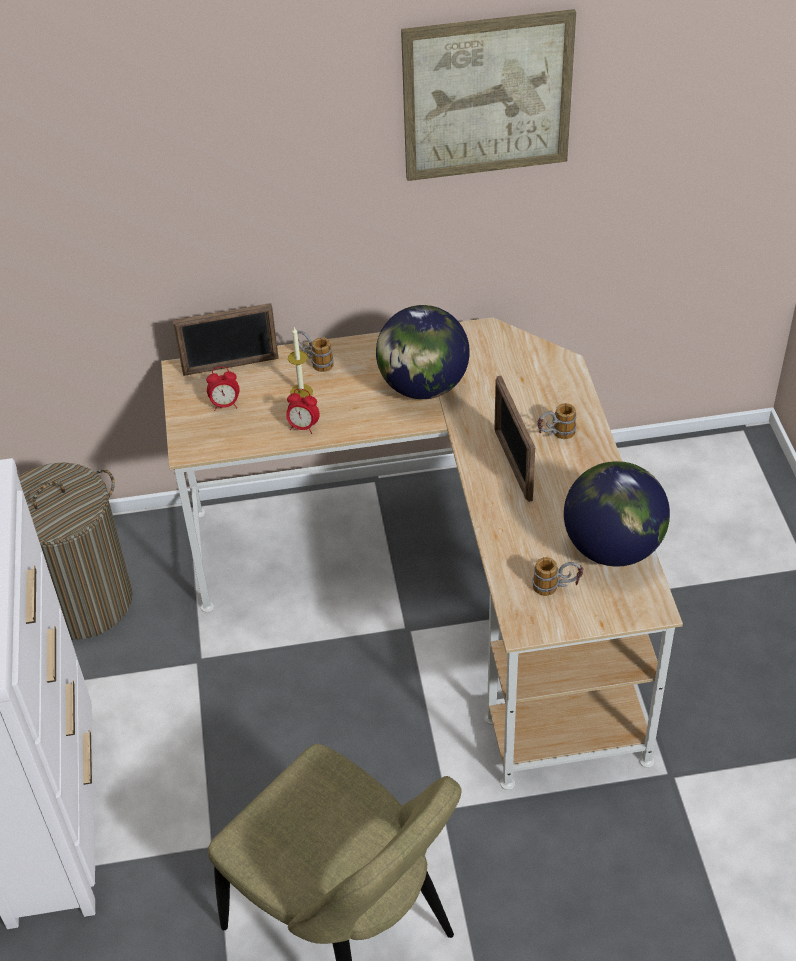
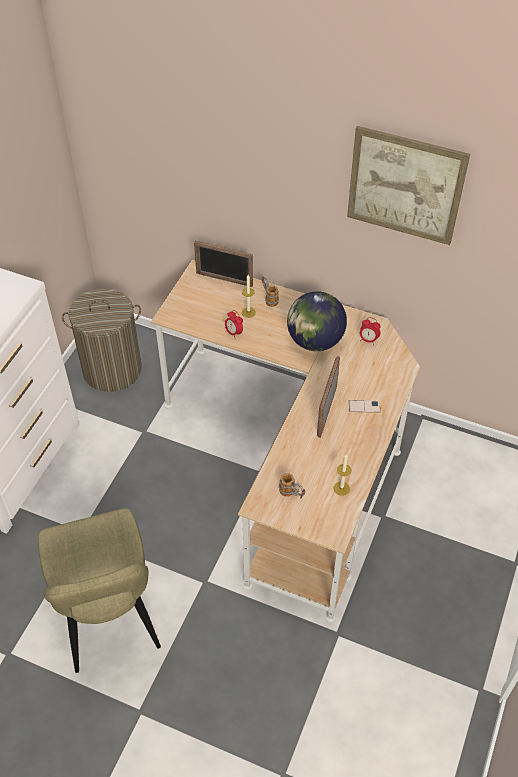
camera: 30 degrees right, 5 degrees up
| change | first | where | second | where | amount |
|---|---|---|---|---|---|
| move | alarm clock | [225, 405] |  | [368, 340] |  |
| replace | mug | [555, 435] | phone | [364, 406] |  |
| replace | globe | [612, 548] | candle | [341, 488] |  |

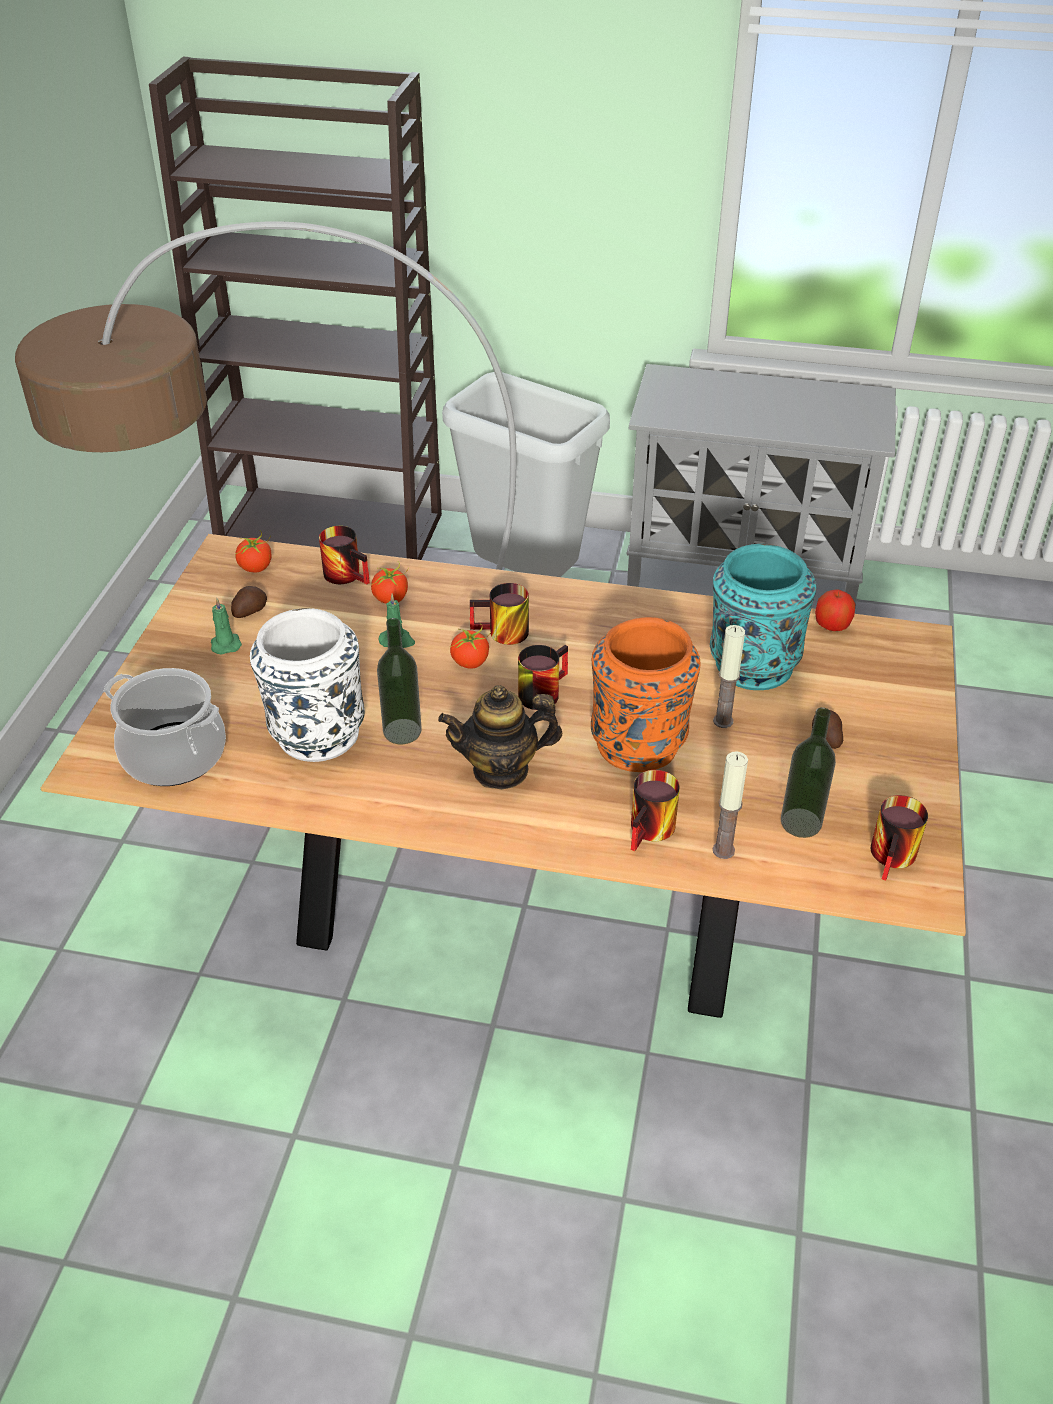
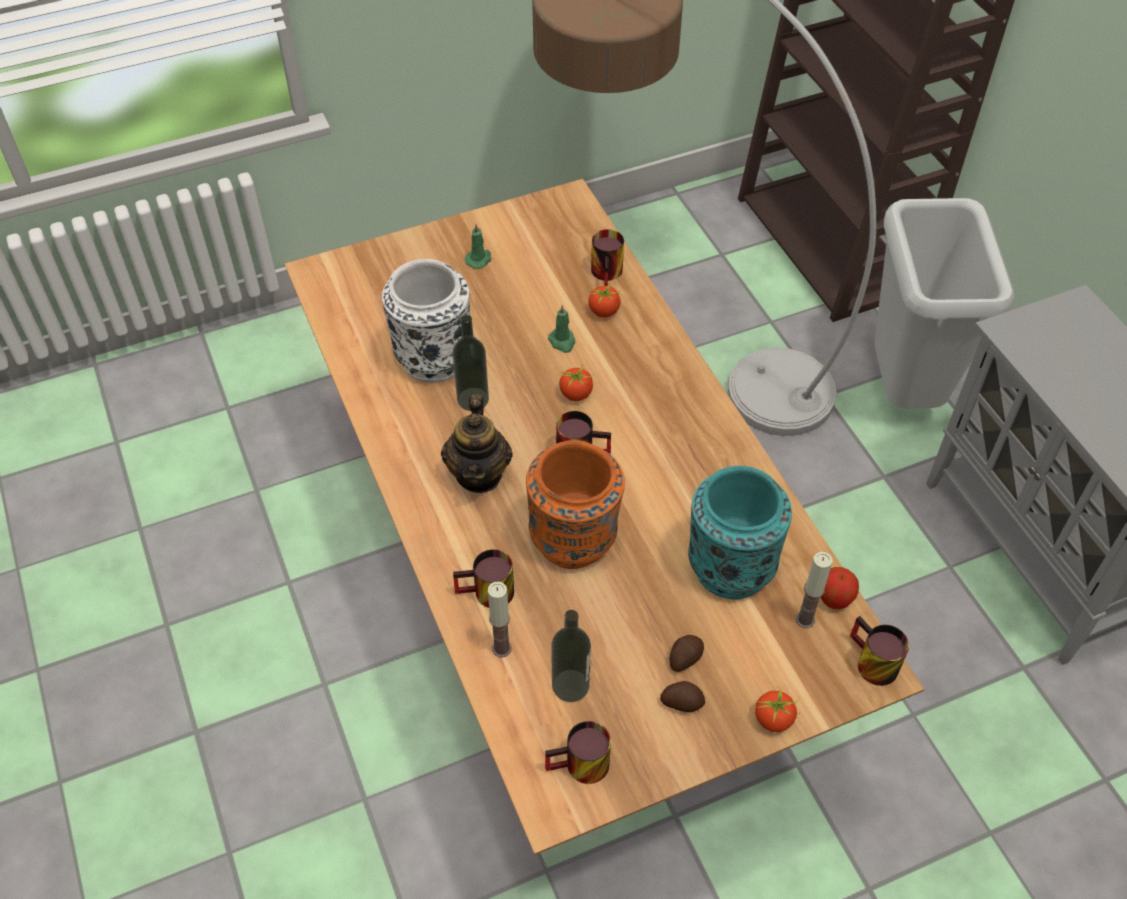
camera: 55 degrees right, 10 degrees up
| change | first | where | second | where | amount |
|---|---|---|---|---|---|
| delete | cooking pot | [174, 754] |  |  |  |
| move | potato | [249, 610] |  | [682, 702] |  |
| move | tomato | [256, 567] |  | [774, 719] |  |
| rotate | teapot | [501, 770] |  | [479, 474] | 135 degrees counterclockwise |
| move | mug | [501, 634] |  | [869, 663] |  |
| move | candle | [723, 721] |  | [805, 620] |  |

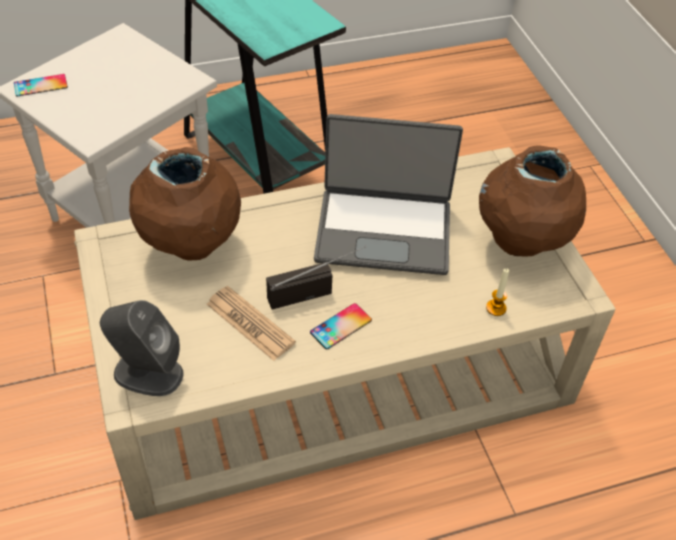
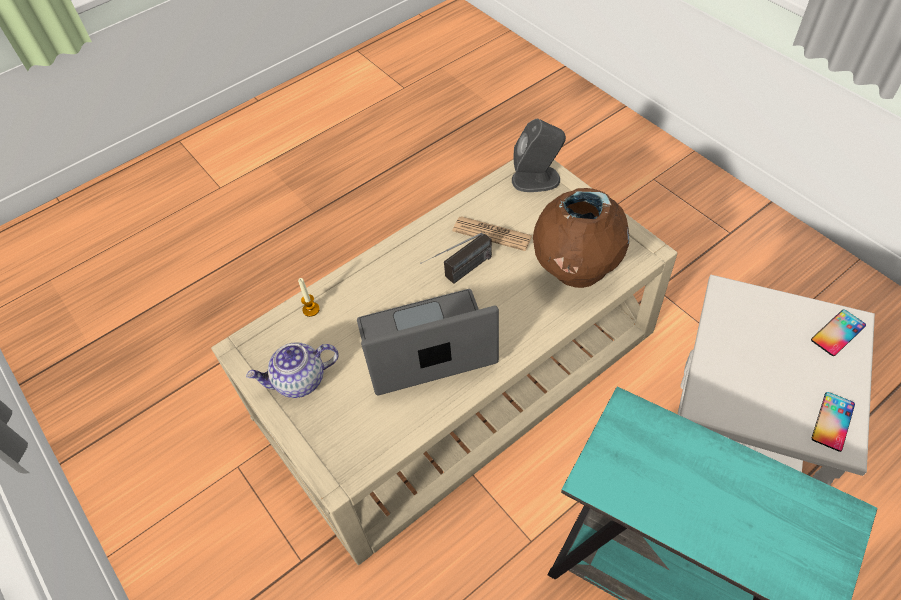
camera: 165 degrees right, 5 degrees up
| change | first | where | second | where | amount |
|---|---|---|---|---|---|
| move | phone | [341, 326] |  | [833, 421] |  |
| replace | brown vase | [520, 243] | teapot | [299, 381] |  |

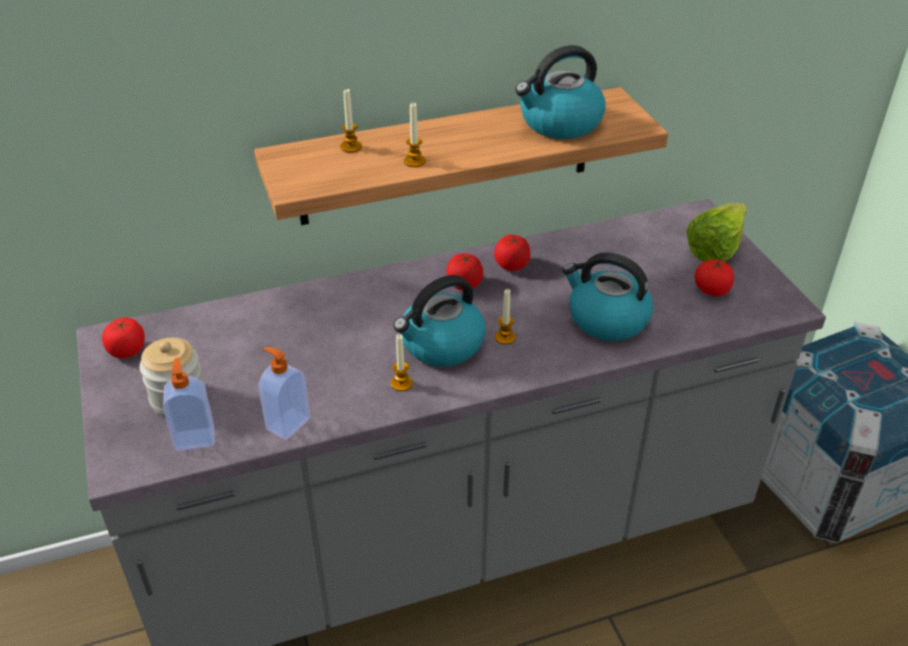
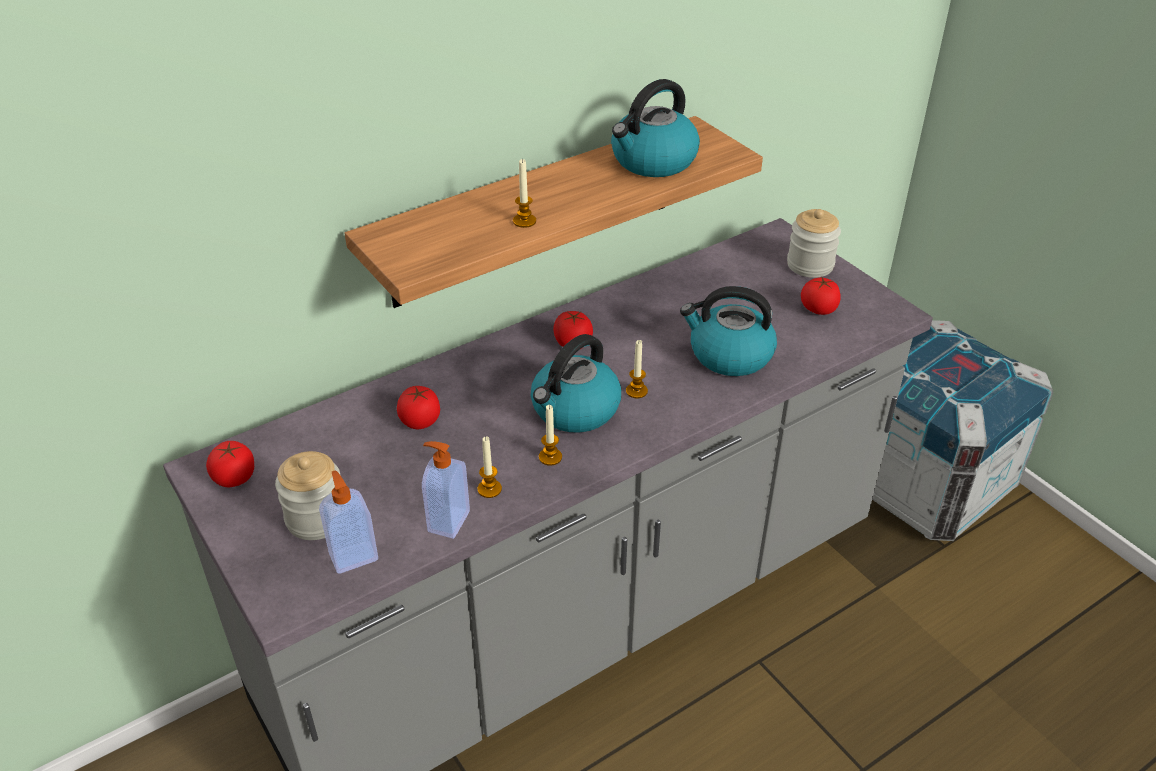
camera: 15 degrees left, 0 degrees up
| change | first | where | second | where | amount |
|---|---|---|---|---|---|
| move | candle | [351, 147] |  | [489, 489] |  |
| move | tomato | [512, 265] |  | [420, 421] |  |
| replace | lettuce | [720, 247] | jar | [810, 265] |  |

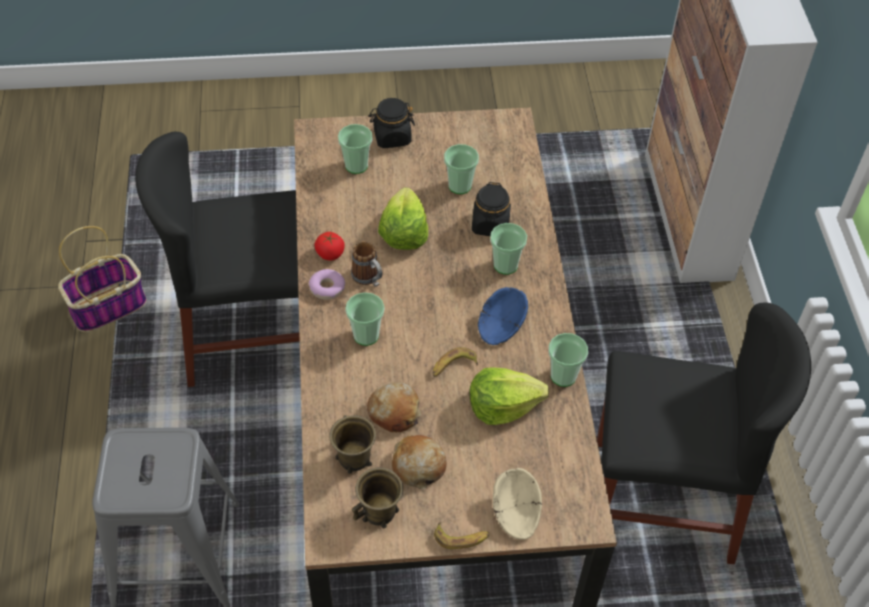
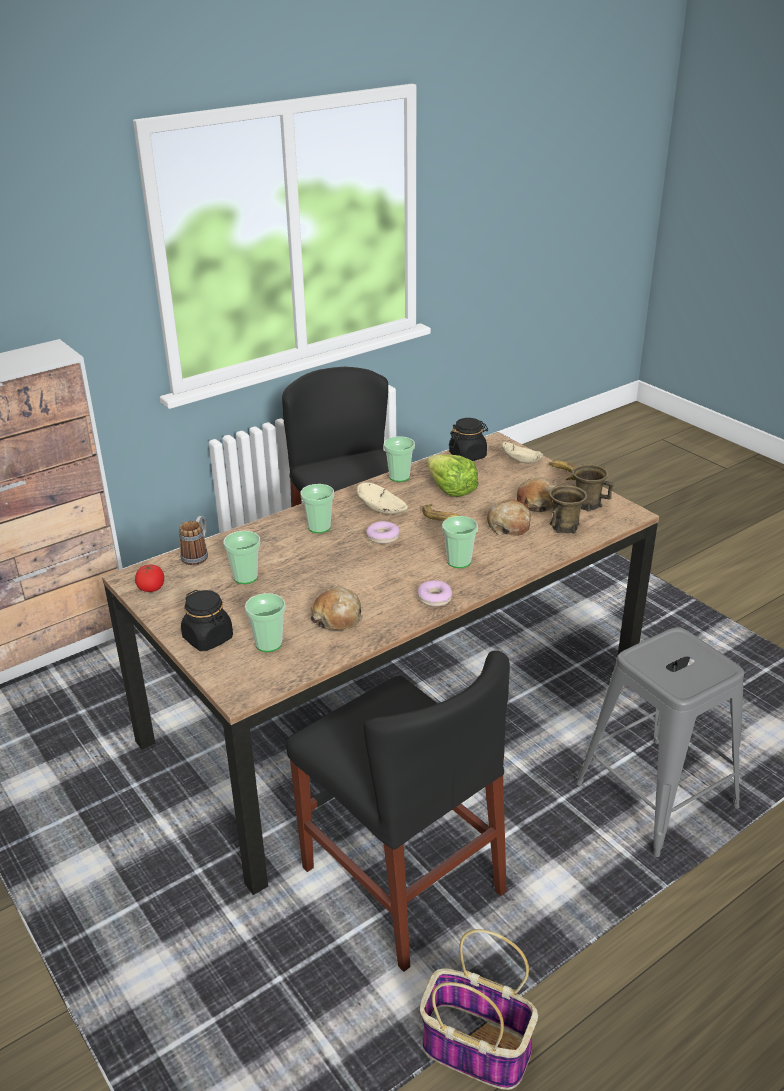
camera: 120 degrees left, 20 degrees down
| change | first | where | second | where | amount |
|---|---|---|---|---|---|
| move | tomato | [330, 254] |  | [151, 588] |  |
| move | mug | [369, 279] |  | [198, 555] |  |
| delete | lettuce | [403, 233] |  |  |  |
| move | black jar | [490, 224] |  | [468, 455] |  |
| recolor | blue bowl | [499, 326] | beige bowl | [383, 511] |  |
| insert |  |  | bread | [337, 618] |  |
| insert |  |  | donut | [383, 537] |  |

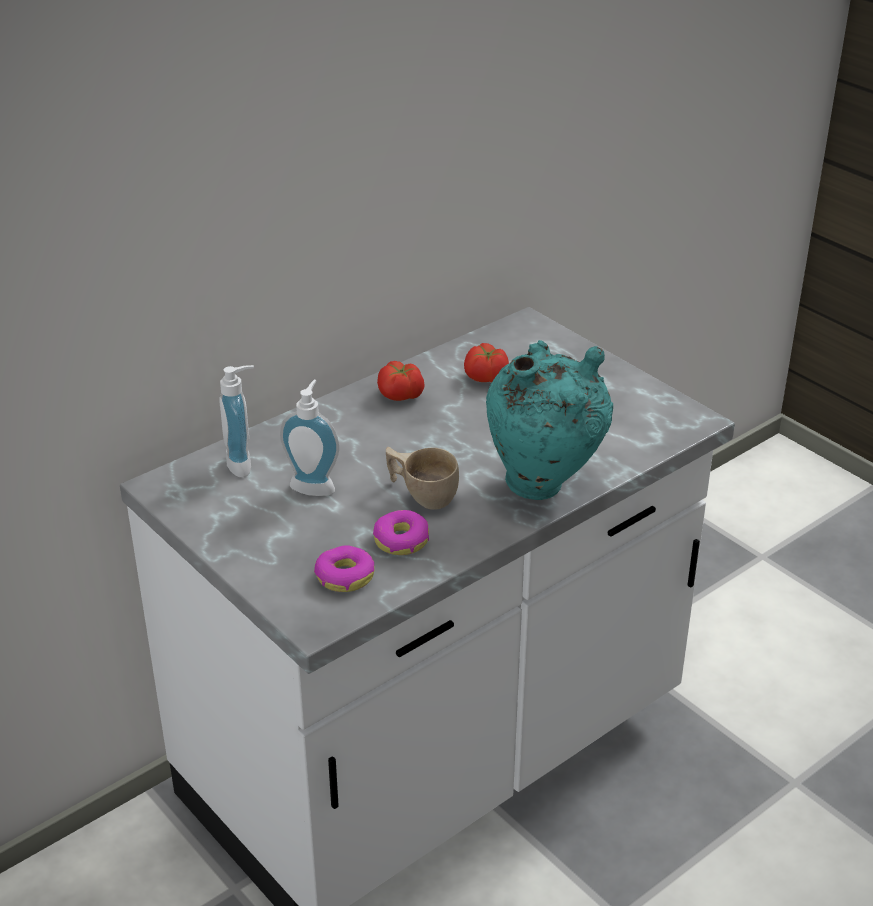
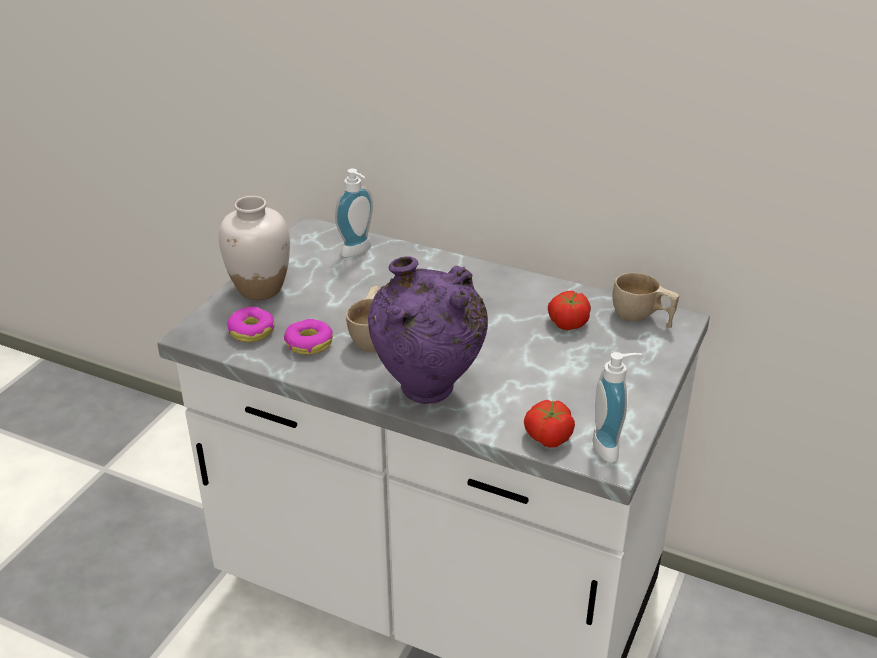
camera: 65 degrees right, 0 degrees up
| change | first | where | second | where | amount |
|---|---|---|---|---|---|
| move | soap dispenser | [314, 485] |  | [611, 446] |  |
| move | tomato | [400, 395] |  | [548, 436] |  |
| recolor | turquoise vase | [544, 487] | purple vase | [428, 394] |  |
| insert |  |  | white vase | [260, 289] |  |
| insert |  |  | beige cup | [642, 318] |  |

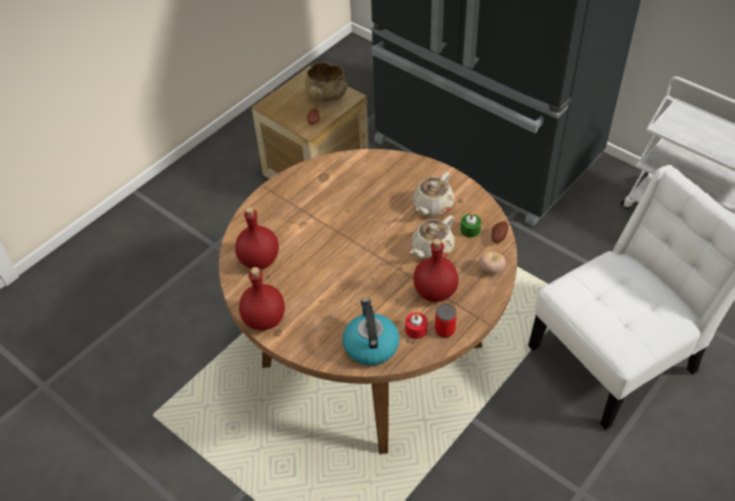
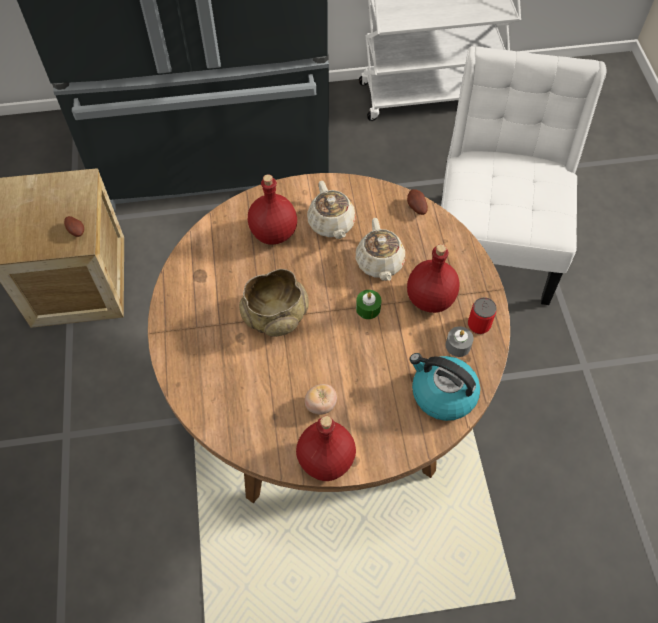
camera: 50 degrees left, 10 degrees up
| change | first | where | second | where | amount |
|---|---|---|---|---|---|
| move | red bottle | [258, 260] |  | [272, 233] |  |
| move | beige bowl | [326, 95] |  | [275, 315] |  |
| recolor | red candle | [416, 329] | grey candle | [458, 345] |  |
| move | green candle | [470, 230] |  | [368, 308] |  |
| move | tomato | [491, 269] |  | [320, 405] |  |

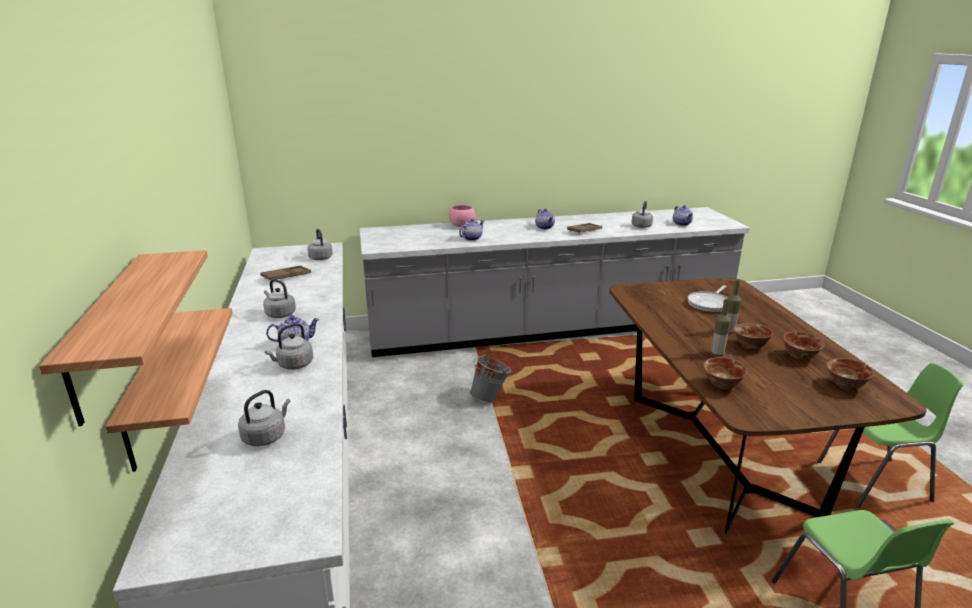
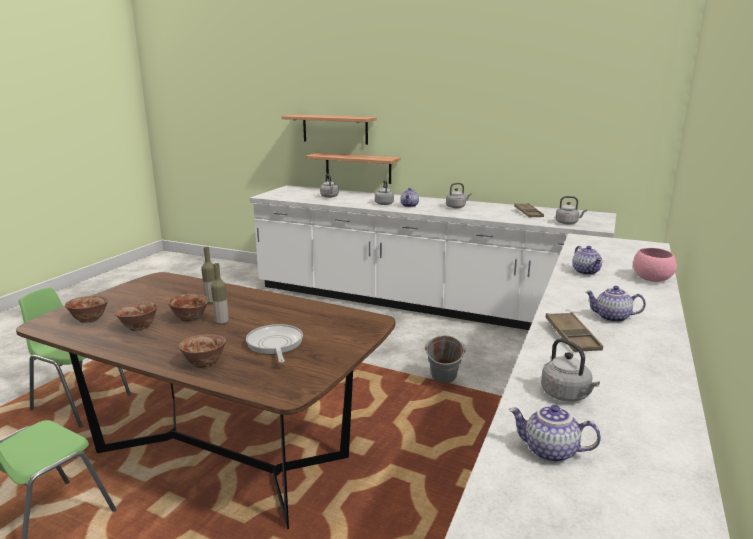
camera: 125 degrees right, 5 degrees down
| change | first | where | second | where | amount |
|---|---|---|---|---|---|
| move | bowl | [722, 385] |  | [204, 363] |  |

